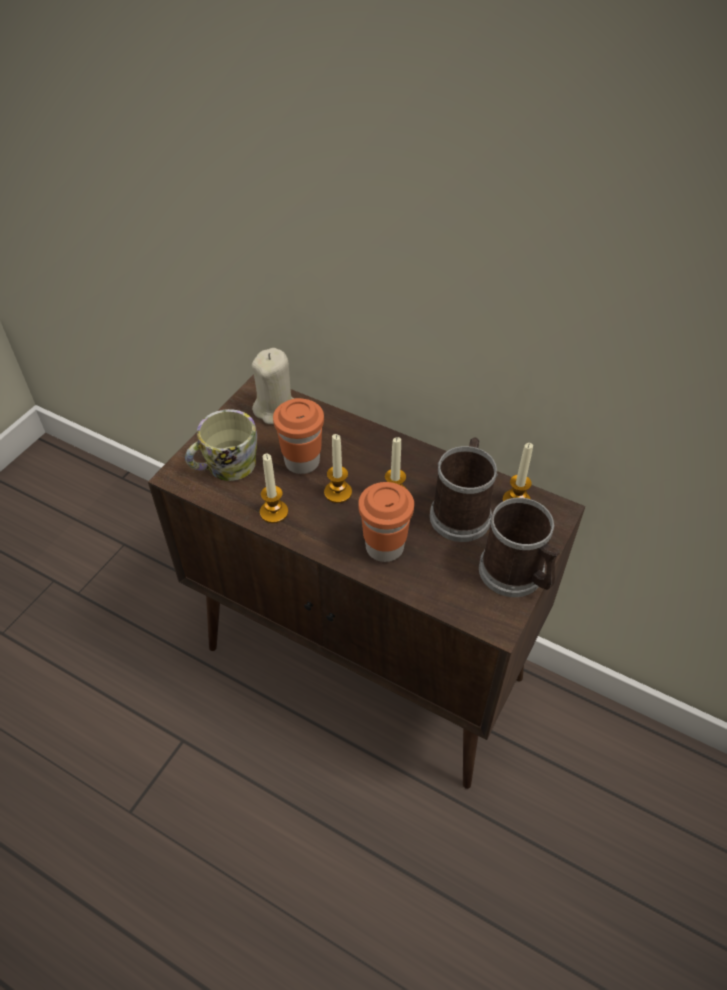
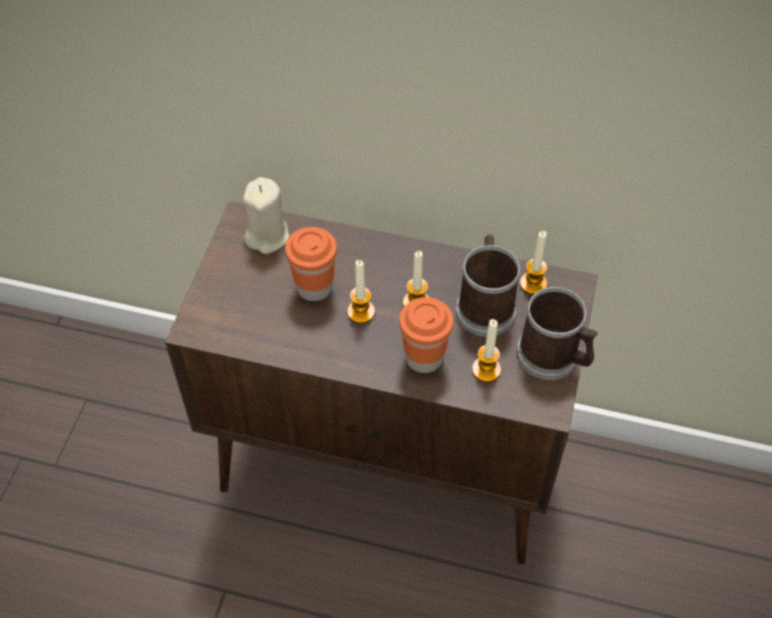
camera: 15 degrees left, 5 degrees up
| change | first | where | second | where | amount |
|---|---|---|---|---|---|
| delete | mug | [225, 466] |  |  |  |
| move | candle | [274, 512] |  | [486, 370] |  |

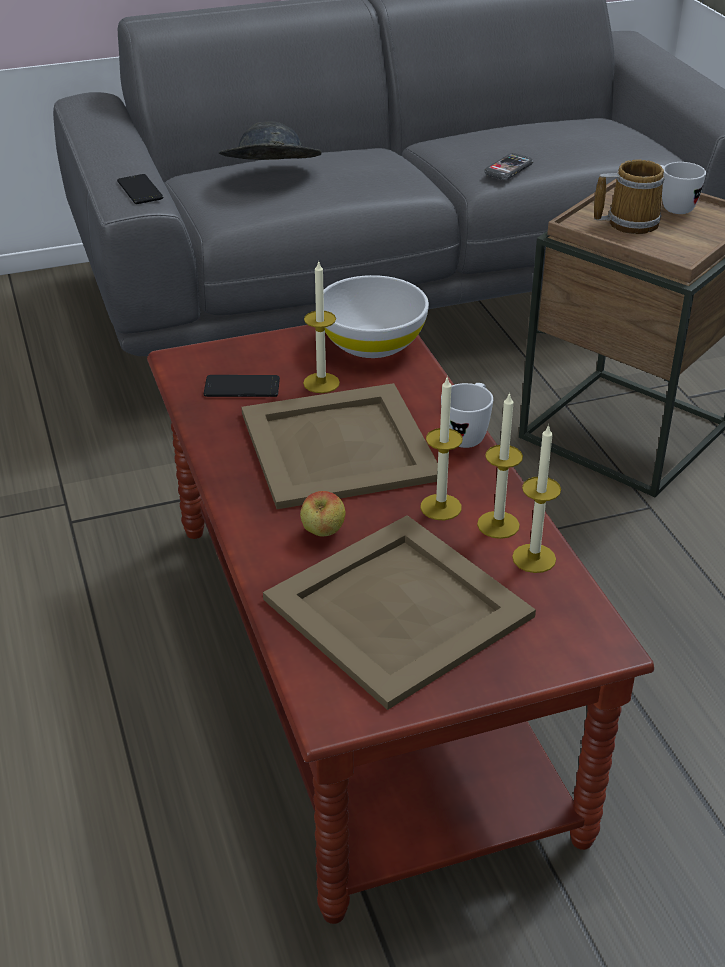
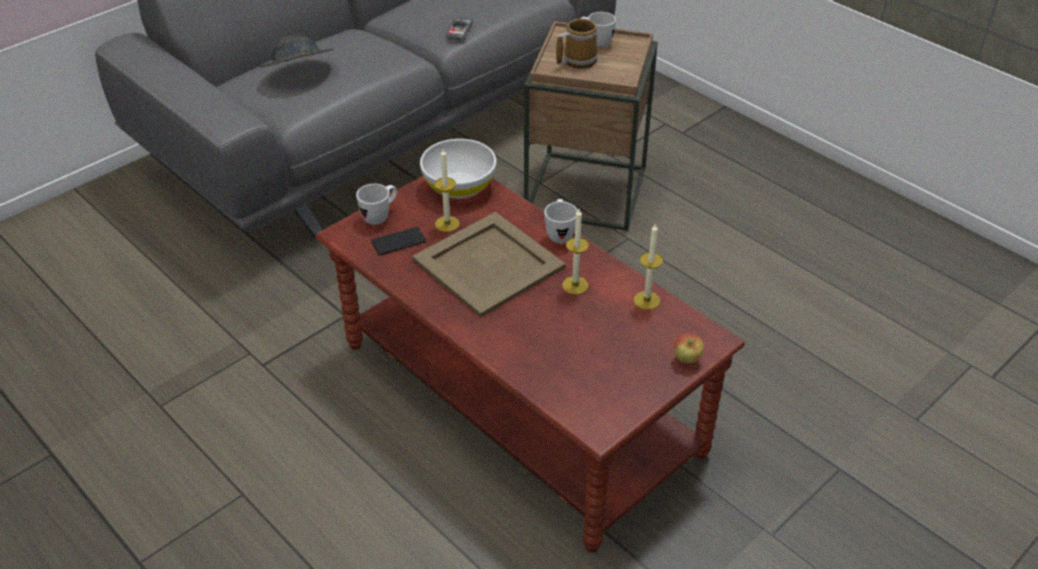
camera: 25 degrees left, 5 degrees up
| change | first | where | second | where | amount |
|---|---|---|---|---|---|
| delete | phone | [140, 190] |  |  |  |
| delete | beige tray | [395, 608] |  |  |  |
| move | apple | [323, 533] |  | [686, 360] |  |
| delete | candle | [498, 525] |  |  |  |
| insert |  |  | white mug | [380, 216] |  |

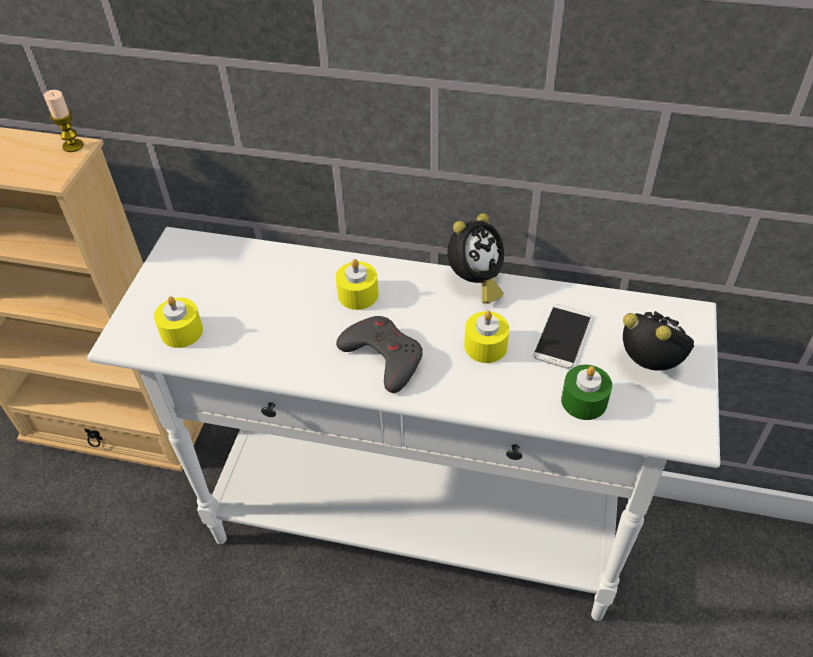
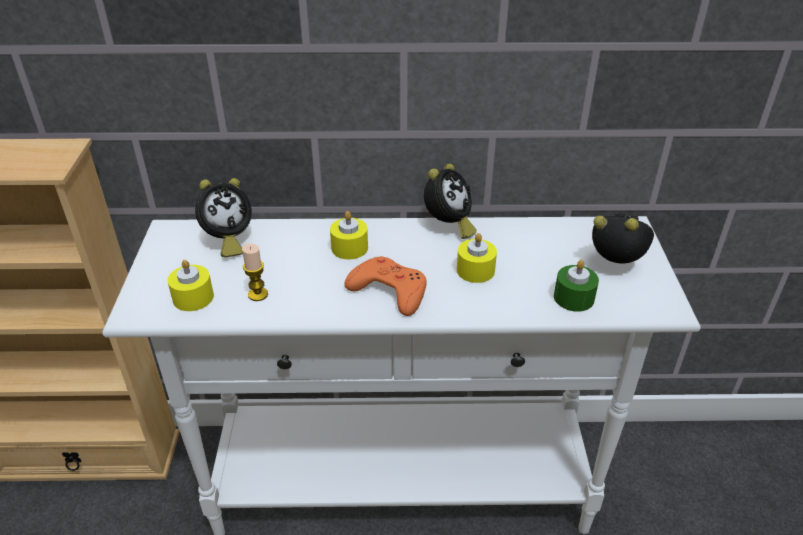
camera: 15 degrees left, 10 degrees down
| change | first | where | second | where | amount |
|---|---|---|---|---|---|
| move | candle | [73, 146] |  | [258, 294] |  |
| recolor | grey game controller | [383, 356] | orange game controller | [389, 290] |  |
| delete | phone | [562, 336] |  |  |  |
| insert |  |  | alarm clock | [227, 241] |  |

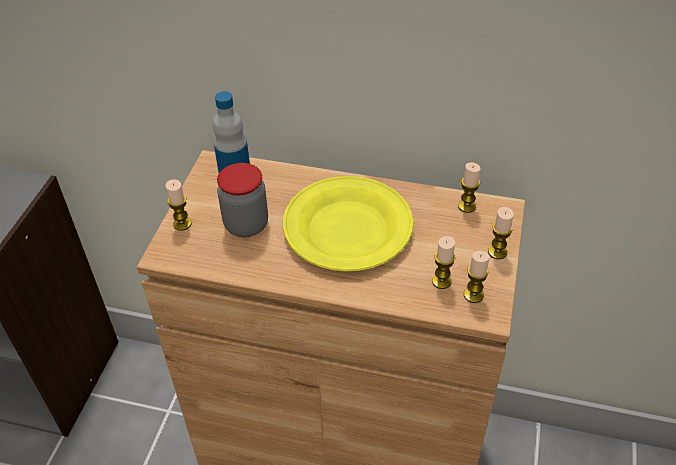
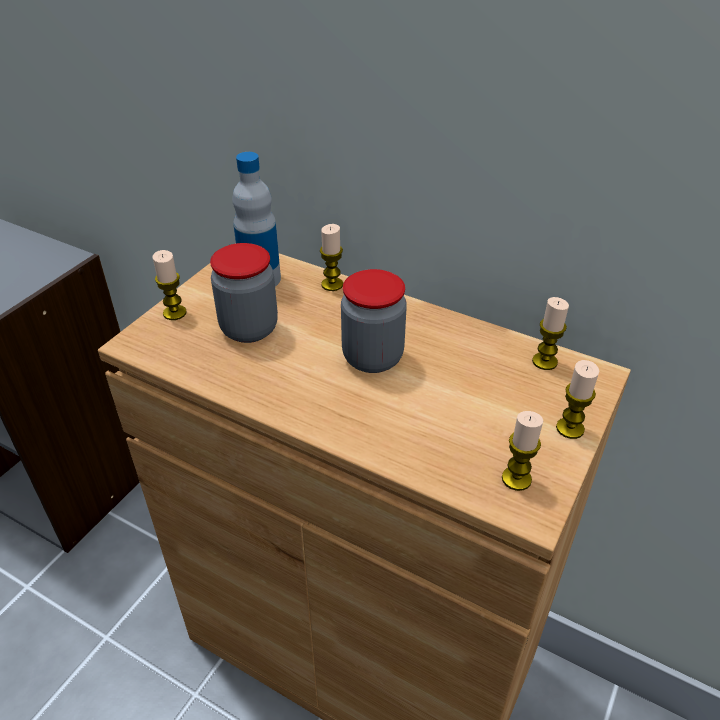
camera: 15 degrees right, 5 degrees down
| change | first | where | second | where | amount |
|---|---|---|---|---|---|
| replace | yellow plate | [347, 229] | jar | [372, 358] |  |
| move | candle | [441, 281] |  | [332, 284] |  |

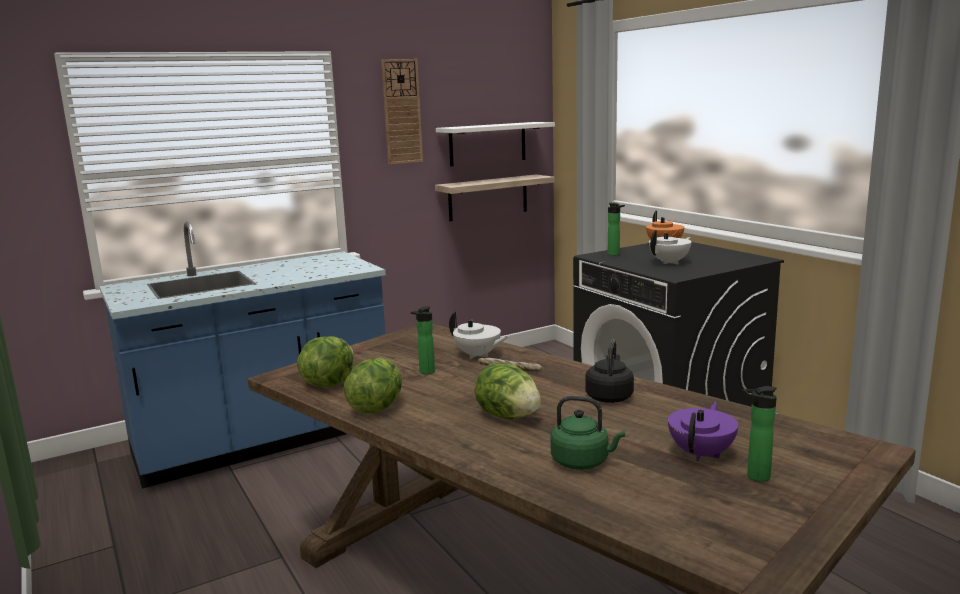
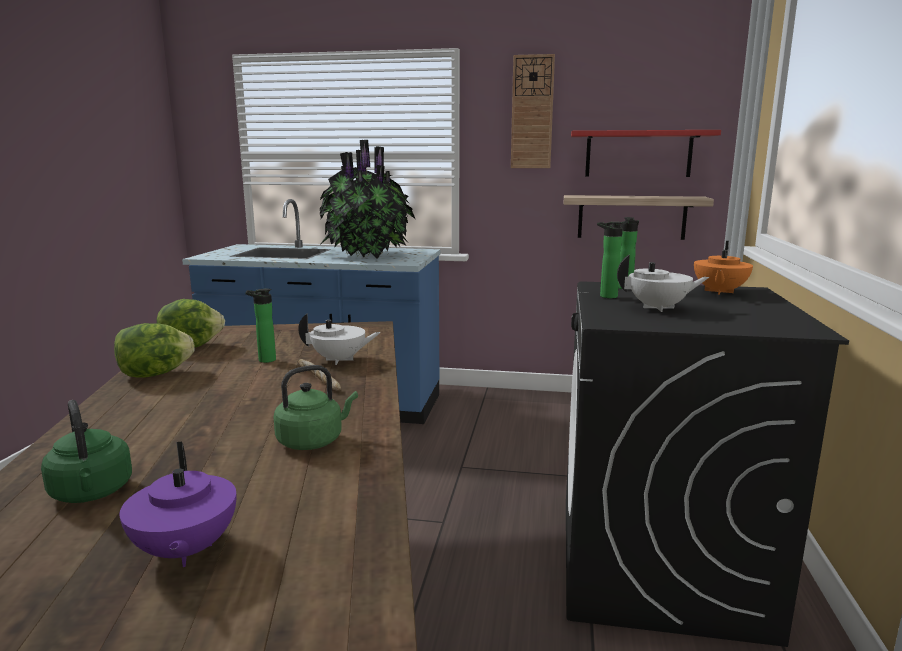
camera: 40 degrees right, 0 degrees up
| change | first | where | second | where | amount |
|---|---|---|---|---|---|
| recolor | white shelf | [487, 143] | red shelf | [638, 154] |  |
| rotate | white teapot | [478, 355] |  | [339, 360] | 75 degrees counterclockwise |
| delete | lettuce | [508, 416] |  |  |  |
| recolor | black kettle | [609, 396] | green kettle | [313, 441] |  |
| rotate | purple teapot | [702, 453] |  | [184, 551] | 90 degrees clockwise |
| move | bottle | [755, 477] |  | [605, 296] |  |
| insert |  |  | potted plant | [368, 255] |  |

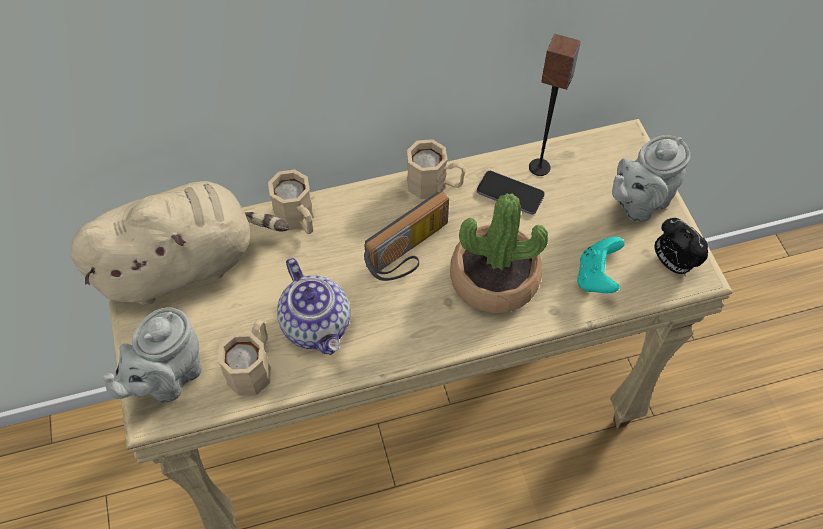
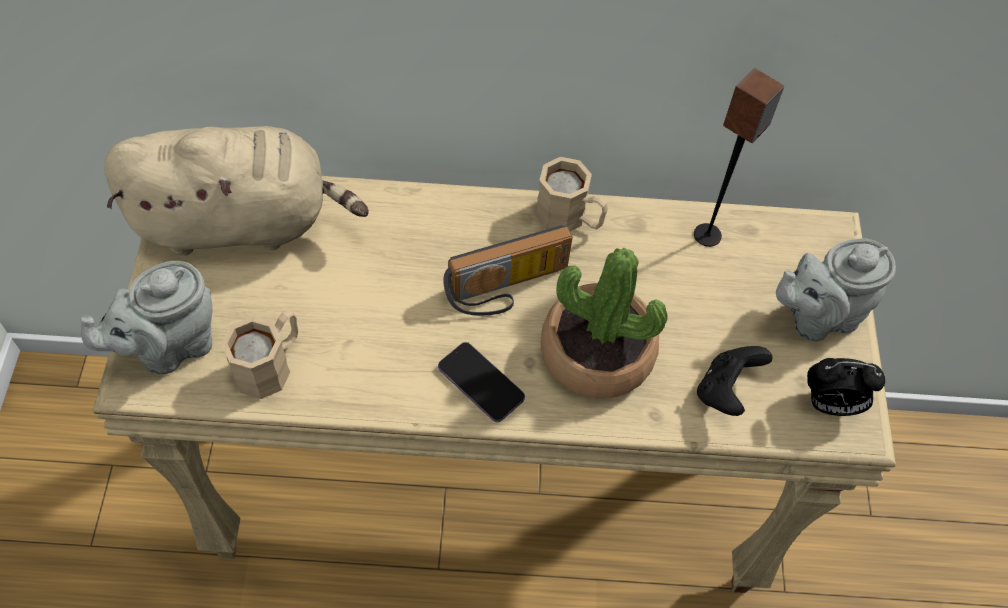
camera: 15 degrees right, 0 degrees up
| change | first | where | second | where | amount |
|---|---|---|---|---|---|
| delete | beige mug | [298, 220] |  |  |  |
| delete | teapot | [317, 325] |  |  |  |
| move | phone | [510, 194] |  | [481, 383] |  |
| recolor | turquoise game controller | [596, 277] | black game controller | [725, 390] |  |
| rotate | alarm clock | [672, 263] |  | [830, 404] | 60 degrees counterclockwise |

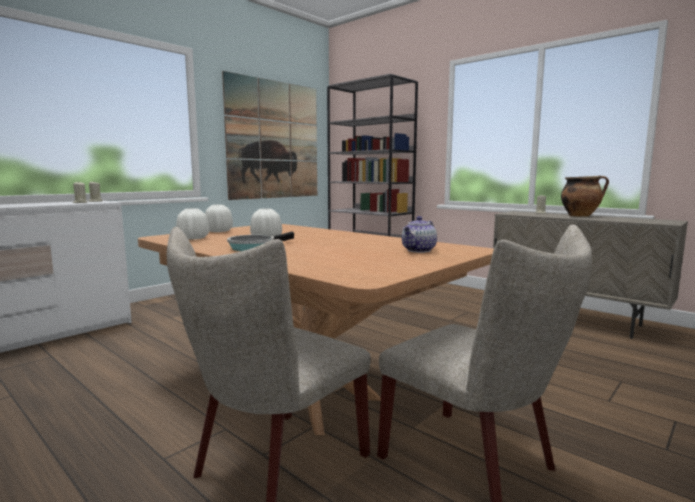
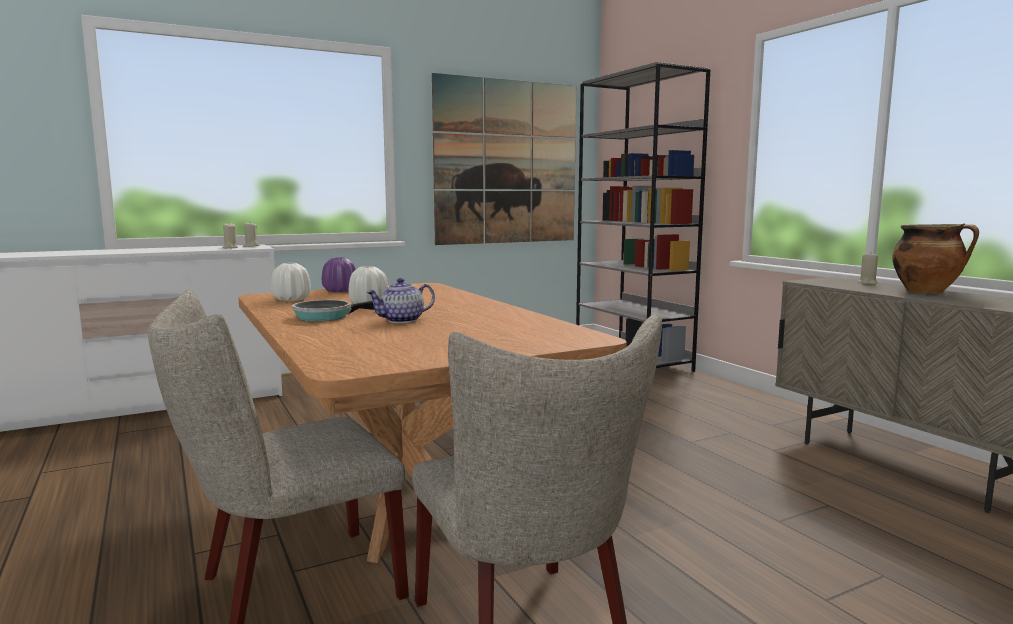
camera: 20 degrees right, 0 degrees up
| change | first | where | second | where | amount |
|---|---|---|---|---|---|
| recolor | white vase | [219, 231] | purple vase | [340, 291] |  |
| move | teapot | [419, 250] |  | [402, 321] |  |

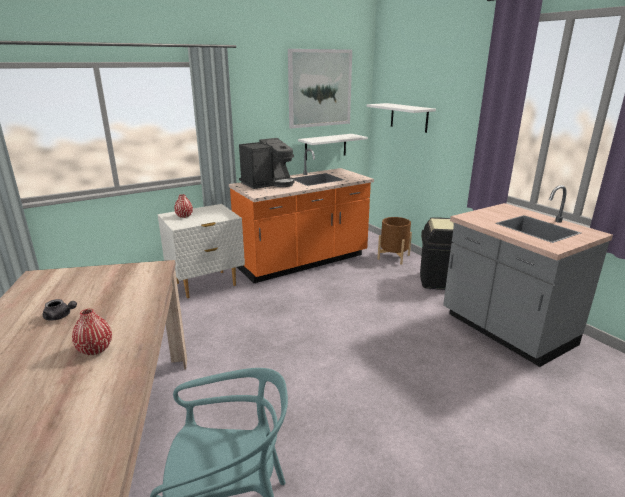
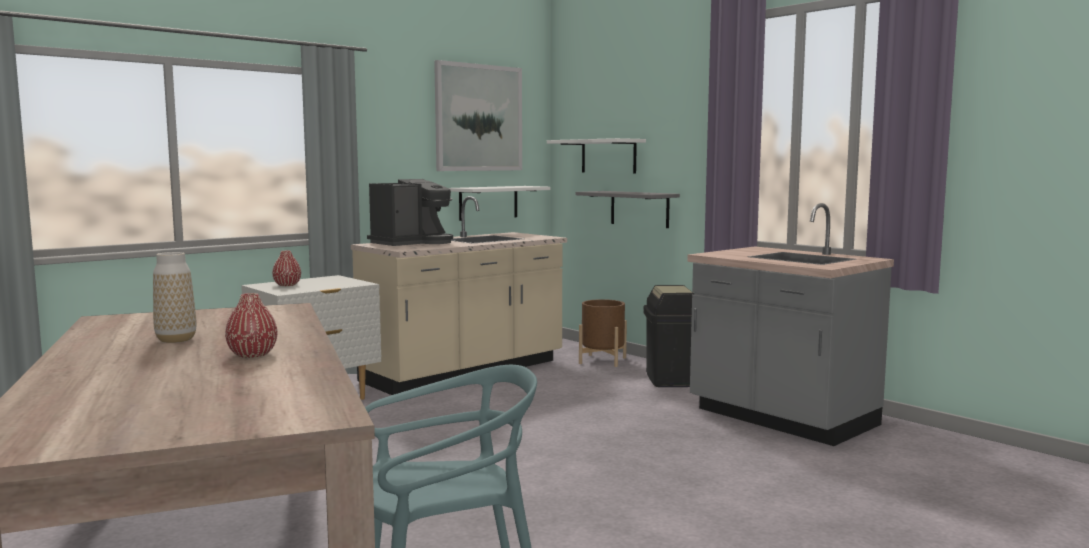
camera: 10 degrees left, 15 degrees down
| change | first | where | second | where | amount |
|---|---|---|---|---|---|
| replace | grey teapot | [60, 316] | vase | [176, 340] |  |
| recolor | orange counter | [303, 262] | beige counter | [465, 372] |  |
| insert |  |  | grey shelf | [639, 209] |  |

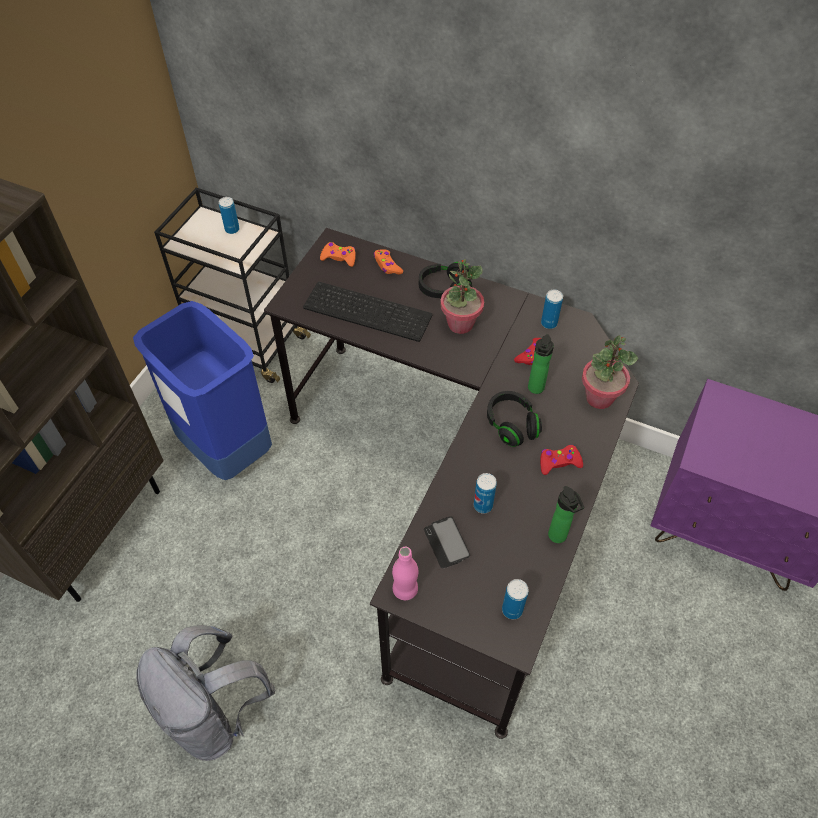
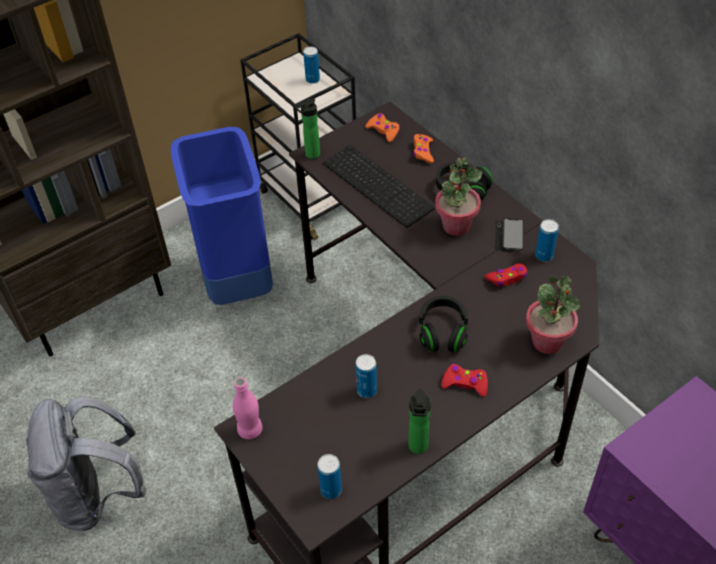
camera: 30 degrees right, 5 degrees down
| change | first | where | second | where | amount |
|---|---|---|---|---|---|
| move | phone | [446, 543] |  | [509, 236] |  |
| move | bottle | [535, 389] |  | [310, 155] |  |

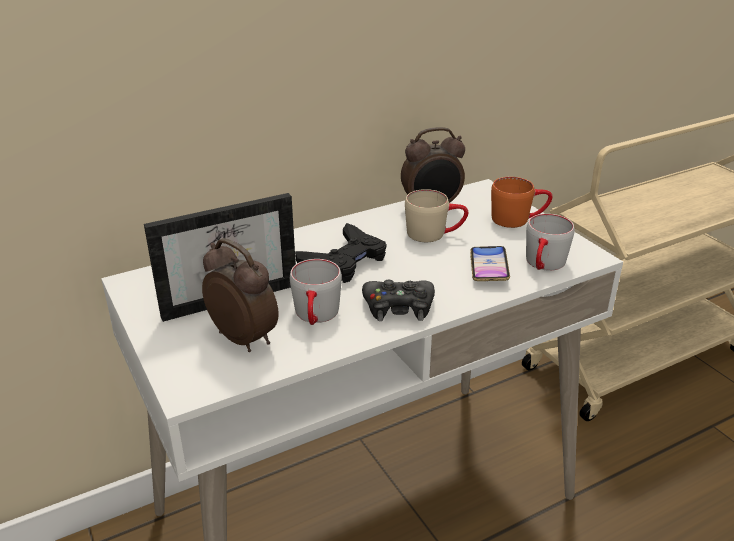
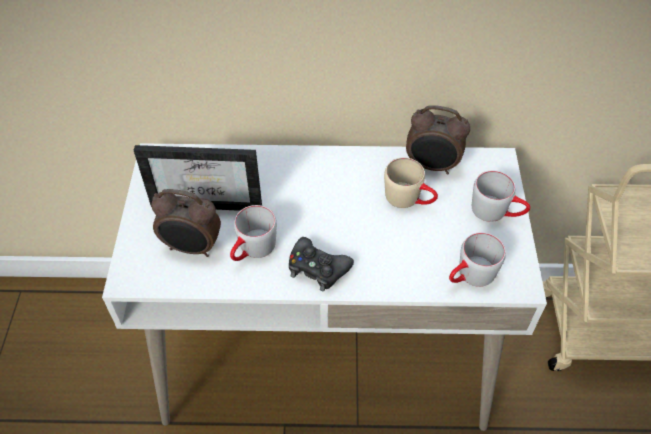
camera: 30 degrees right, 20 degrees up
| change | first | where | second | where | amount |
|---|---|---|---|---|---|
| rotate | alarm clock | [245, 338] |  | [192, 248] | 120 degrees clockwise |
| delete | black game controller | [344, 261] |  |  |  |
| delete | phone | [489, 268] |  |  |  |
| recolor | orange mug | [518, 219] | grey mug | [497, 212] |  |

